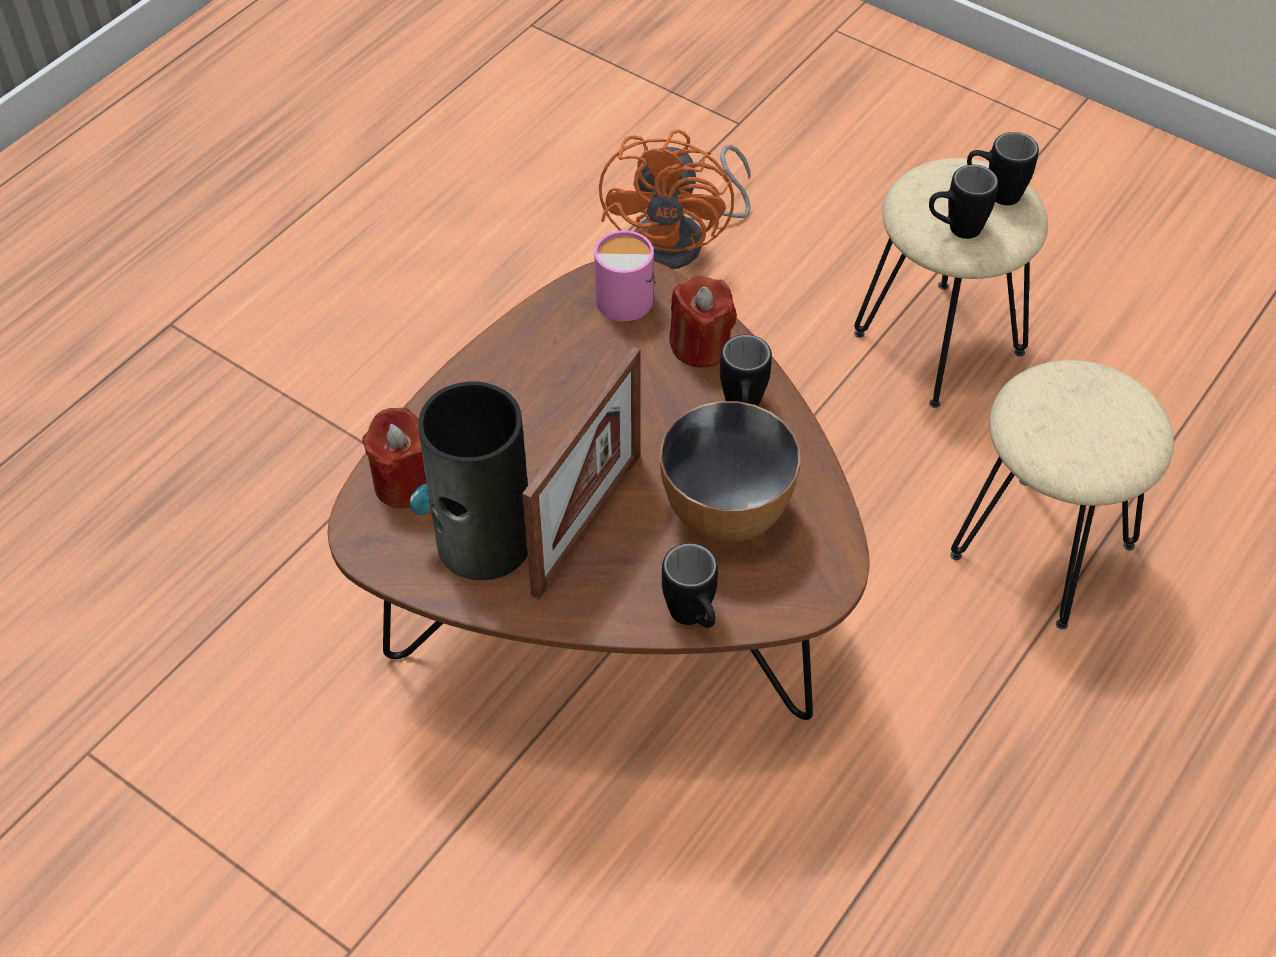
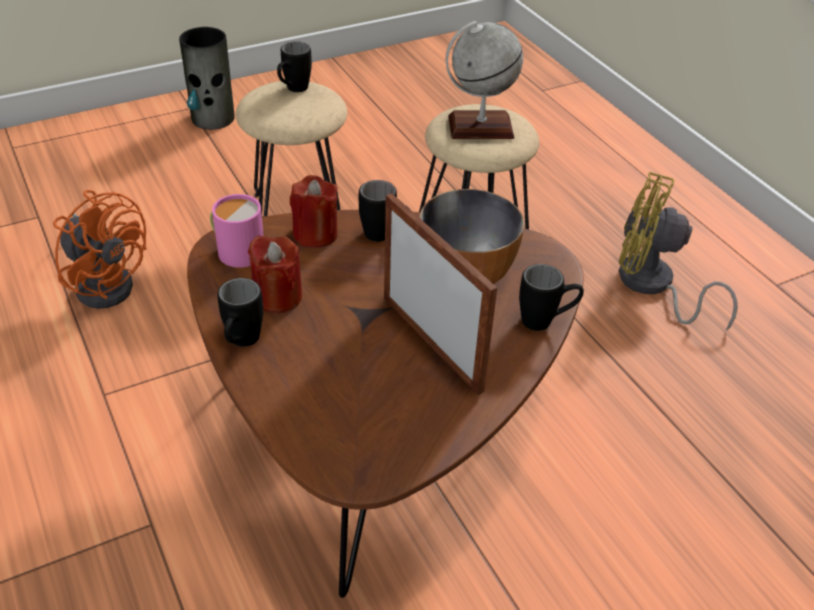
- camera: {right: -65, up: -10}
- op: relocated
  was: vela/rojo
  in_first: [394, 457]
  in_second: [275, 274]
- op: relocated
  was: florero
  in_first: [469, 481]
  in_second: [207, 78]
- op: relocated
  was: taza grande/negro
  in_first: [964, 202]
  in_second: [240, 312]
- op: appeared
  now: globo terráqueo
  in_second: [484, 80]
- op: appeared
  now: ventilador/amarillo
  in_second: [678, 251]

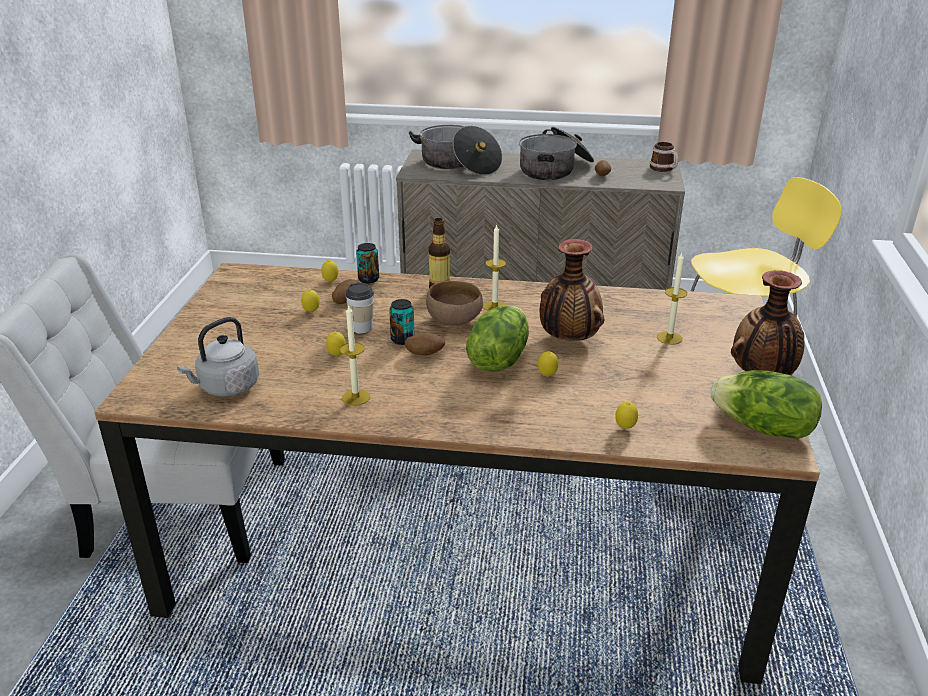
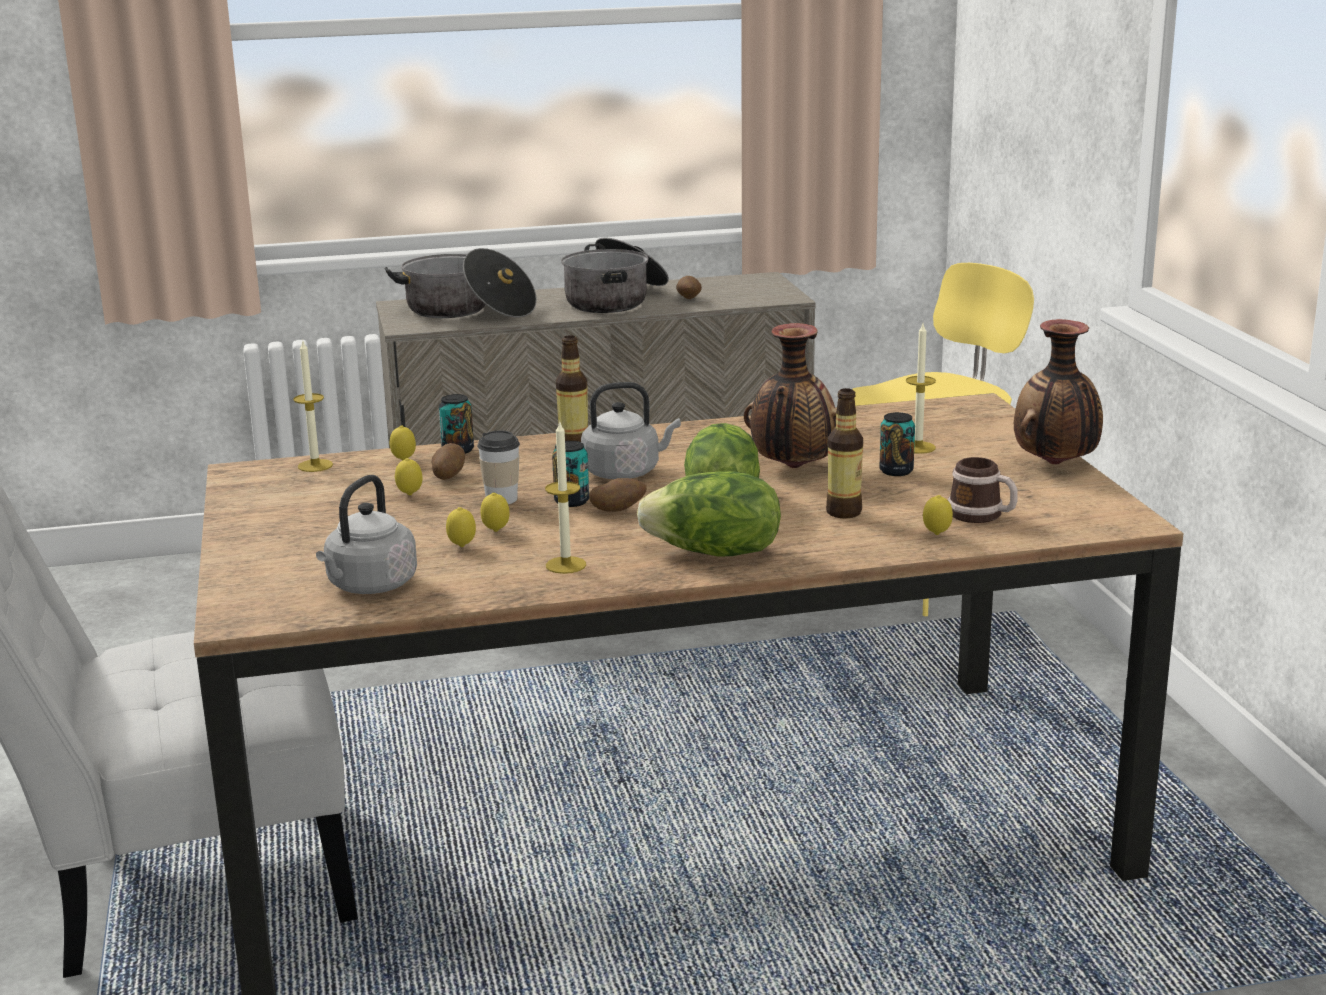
- camera: {right: -20, up: -10}
- op: exchanged
  was: cuenco/marrón
  now: hervidor/gris
  in_first: [454, 303]
  in_second: [631, 430]
- op: relocated
  was: vela
  in_first: [495, 267]
  in_second: [313, 406]
- op: relocated
  was: limón
  in_first: [548, 364]
  in_second: [461, 527]
- op: relocated
  was: taza grande
  in_first: [664, 157]
  in_second: [983, 490]
- op: relocated
  was: lechuga
  in_first: [766, 404]
  in_second: [709, 514]
- op: appeared
  now: botella
  in_second: [844, 453]
- op: appeared
  now: lata
  in_second: [897, 444]

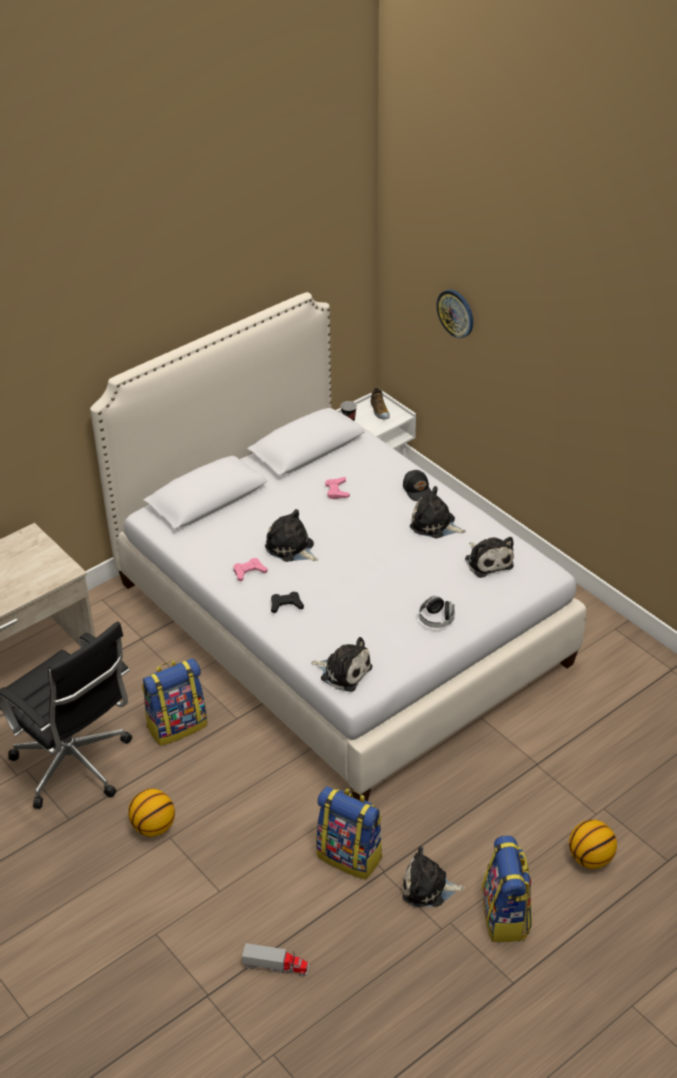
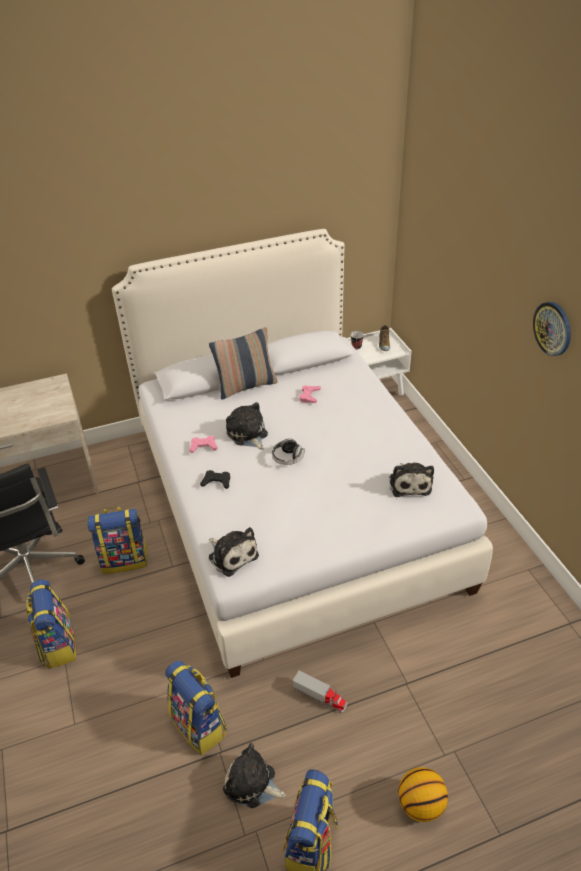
- camera: {right: 20, up: 0}
- op: exchanged
  was: balón de baloncesto
  now: mochila
  in_first: [151, 812]
  in_second: [51, 624]
- op: relocated
  was: camión de juguete
  in_first: [275, 959]
  in_second: [320, 691]
- op: missing
  was: gorra/negro
  in_first: [417, 485]
- op: missing
  was: peluche
  in_first: [438, 512]
- op: relocated
  was: auriculares
  in_first: [437, 612]
  in_second: [288, 451]
- op: relocated
  was: reloj de pared
  in_first: [454, 314]
  in_second: [552, 329]
- op: appeared
  now: cojín
  in_second: [243, 363]

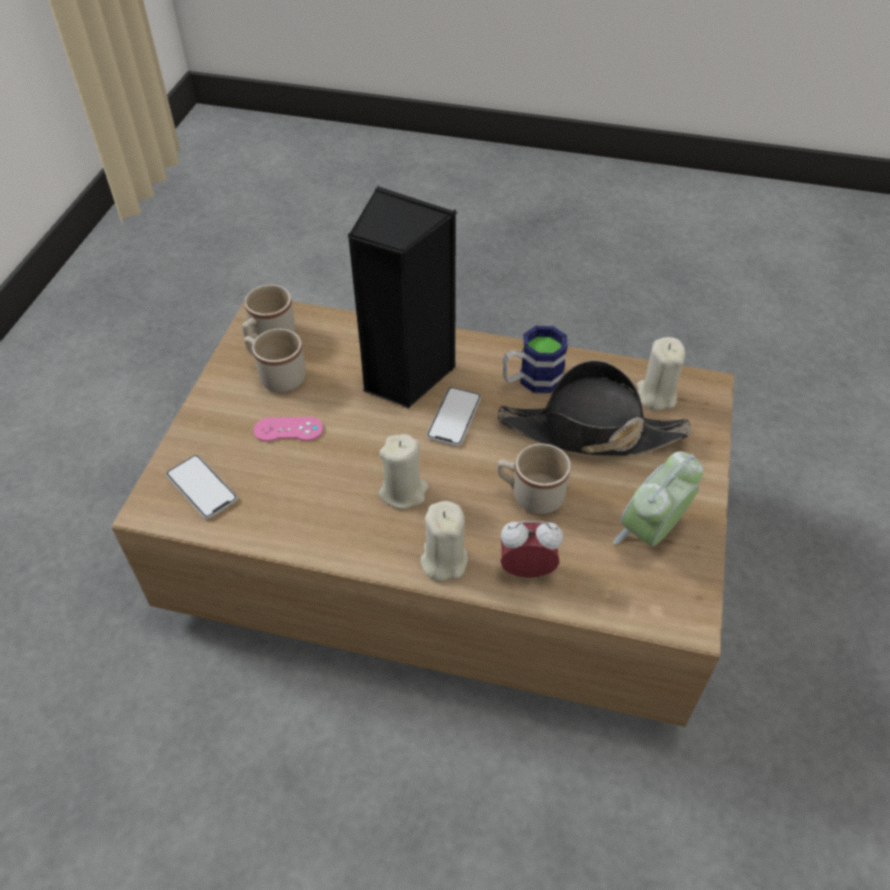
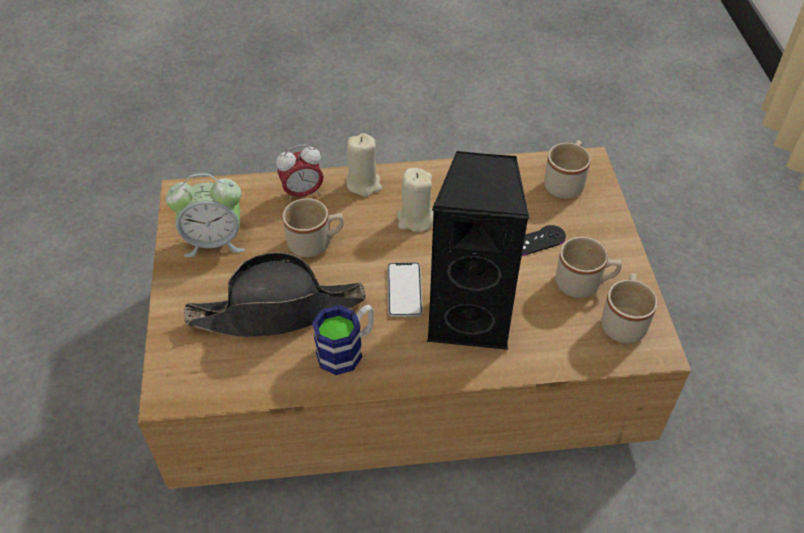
- camera: {right: 160, up: 0}
- op: exchanged
  was: móvil
  now: taza grande/beis
  in_first: [202, 487]
  in_second: [567, 169]
- op: colour
  was: mando de consola/rosa
  now: mando de consola/negro
  in_first: [288, 429]
  in_second: [544, 240]
- op: spun
  was: despertador
  in_first: [658, 498]
  in_second: [205, 215]
  clockwise: 60
- op: missing
  was: vela/beis
  in_first: [661, 374]

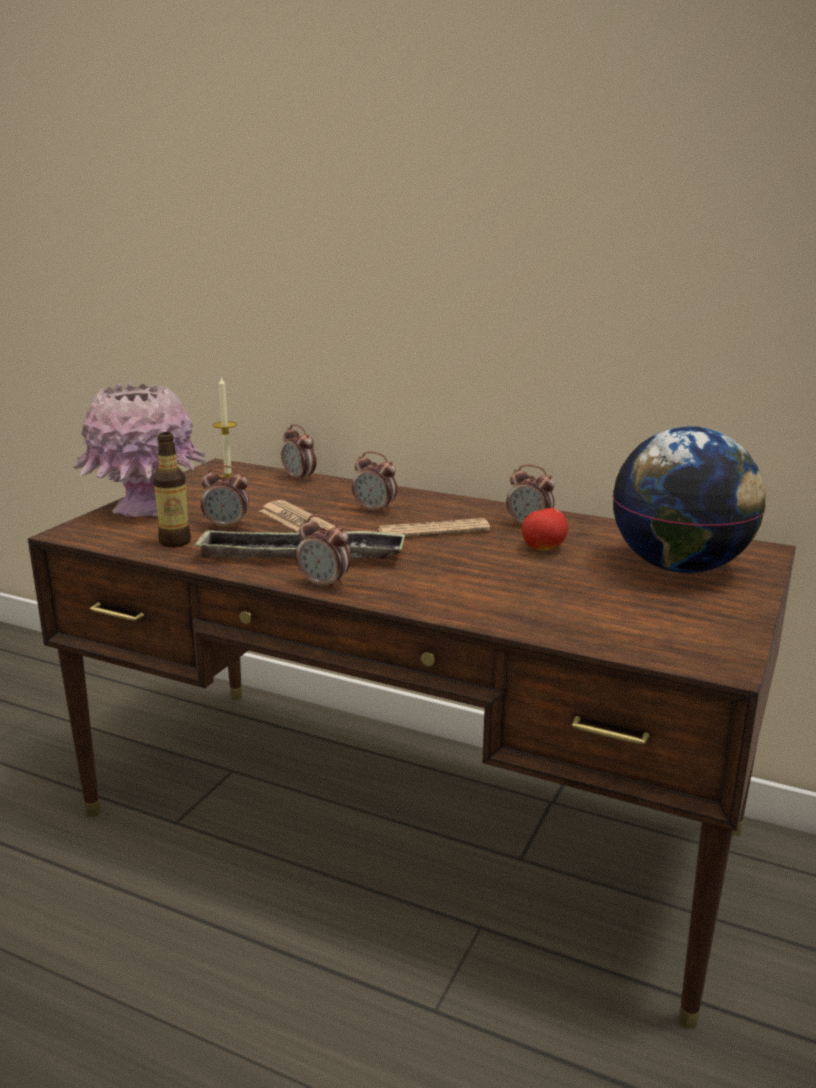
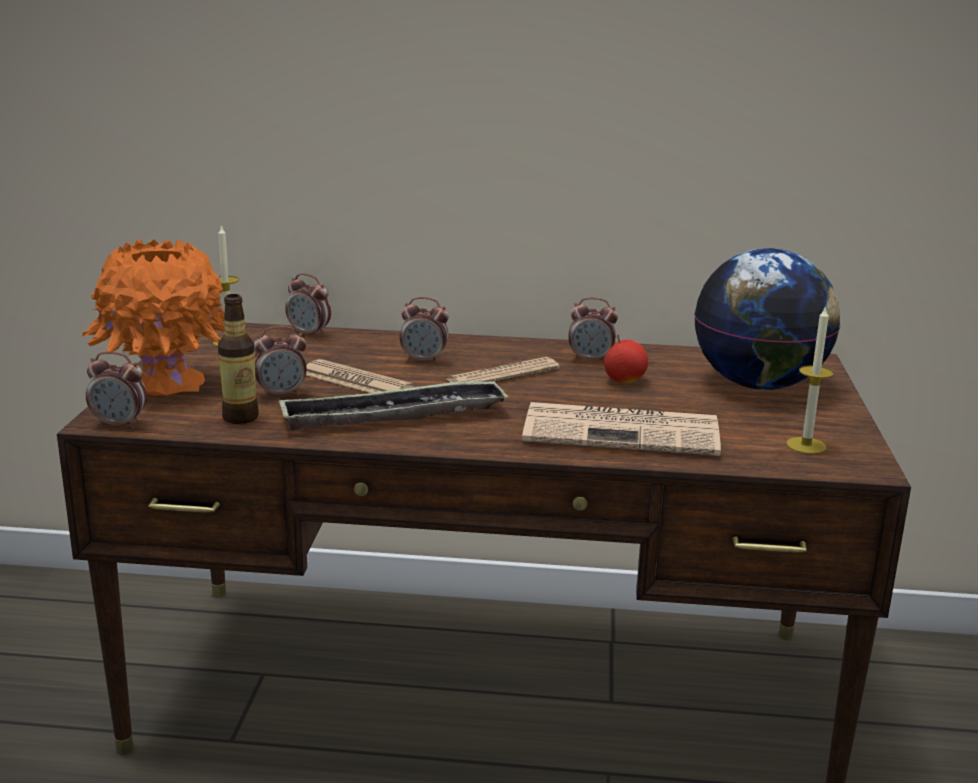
- camera: {right: -20, up: 0}
- op: colour
  was: florero/rosa
  now: florero/naranja
  in_first: [139, 449]
  in_second: [153, 317]
- op: relocated
  was: despertador
  in_first: [323, 553]
  in_second: [116, 390]
- op: appeared
  now: periódico
  in_second: [621, 429]
- op: appeared
  now: vela
  in_second: [810, 379]

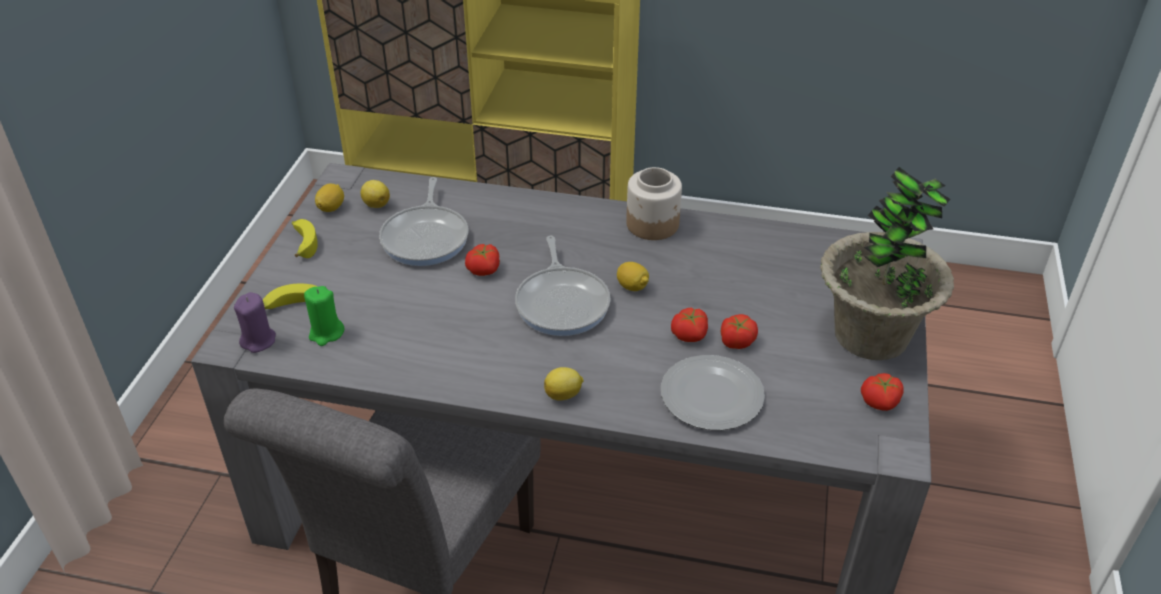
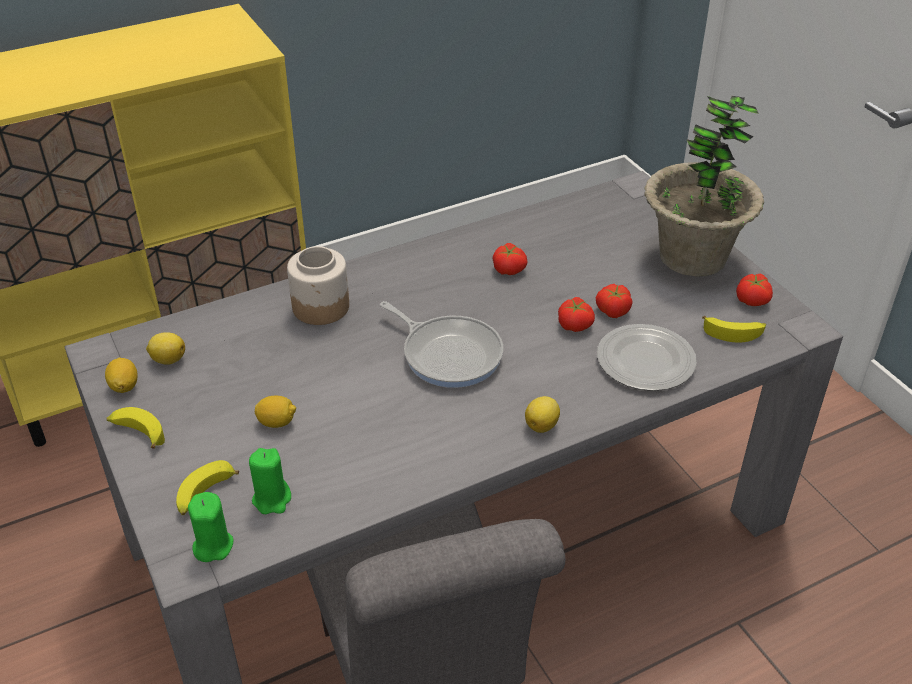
- camera: {right: -40, up: 0}
- op: colour
  was: vela/morado
  now: vela/verde
  in_first: [255, 322]
  in_second: [211, 527]
- op: missing
  was: sartén
  in_first: [423, 221]
- op: relocated
  was: tomate
  in_first: [482, 260]
  in_second: [510, 259]
- op: relocated
  was: limón
  in_first: [633, 276]
  in_second: [275, 412]
- op: relocated
  was: tarro
  in_first: [654, 203]
  in_second: [318, 285]
- op: appeared
  now: plátano
  in_second: [734, 329]

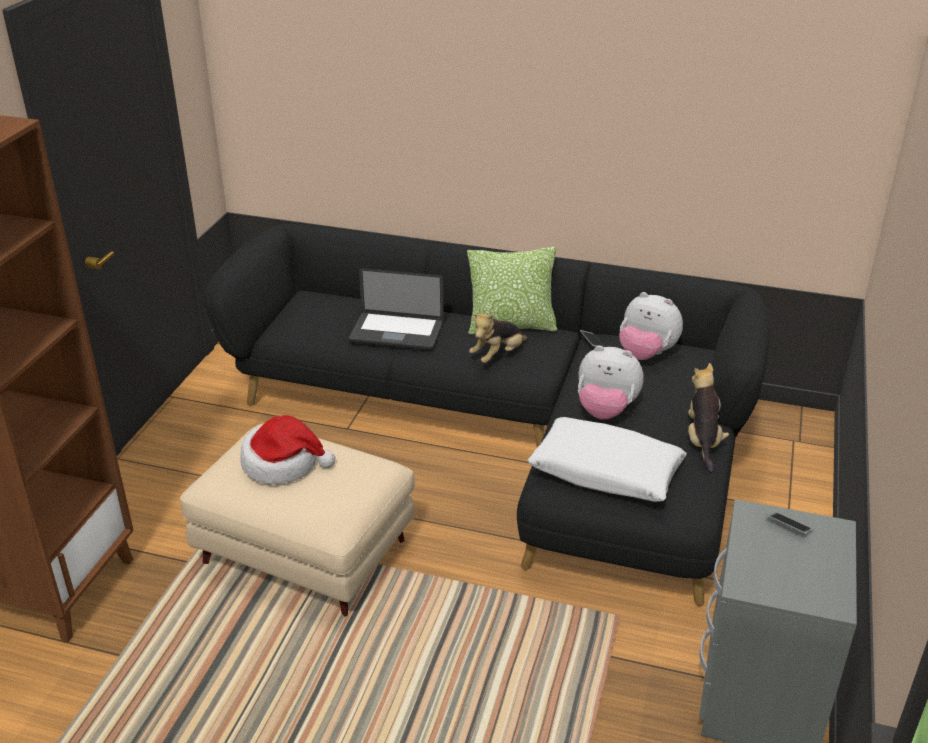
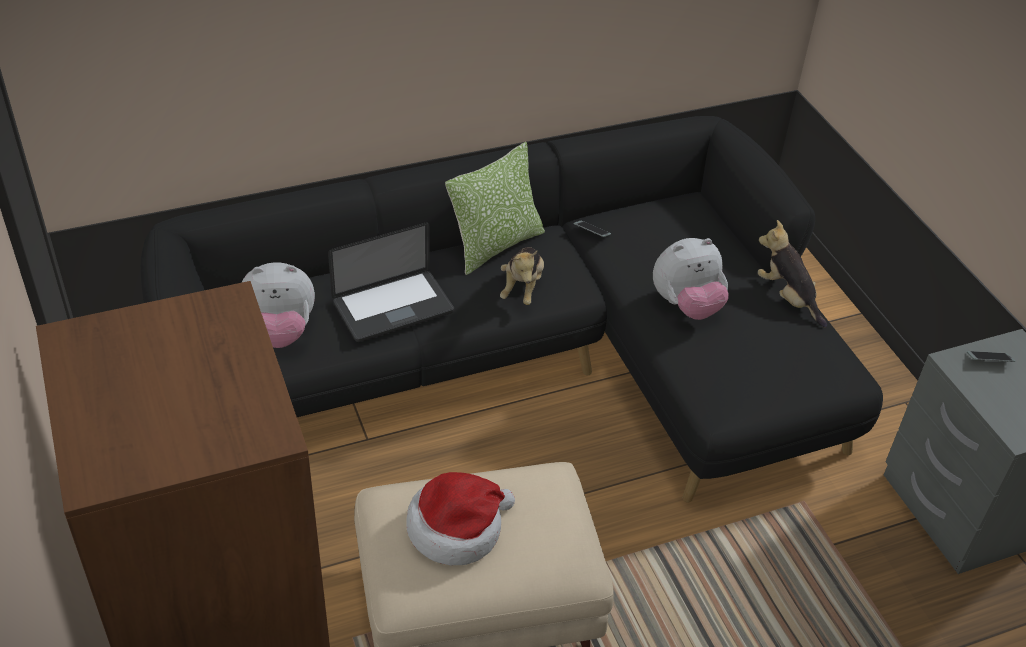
- camera: {right: -40, up: 10}
- op: missing
  was: cojín/blanco
  in_first: [607, 459]
- op: relocated
  was: peluche
  in_first: [651, 326]
  in_second: [278, 305]

